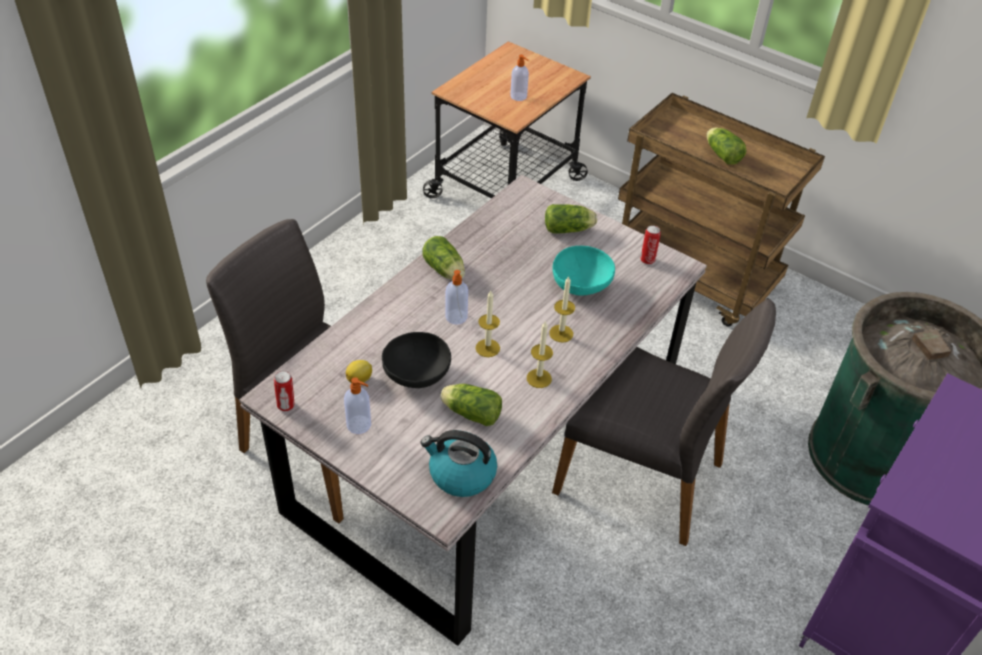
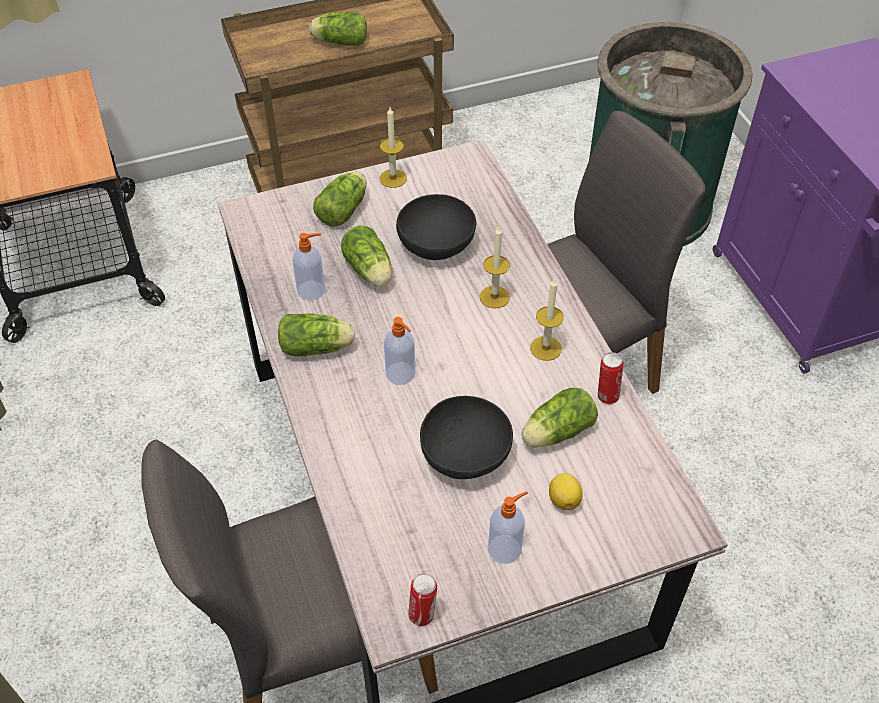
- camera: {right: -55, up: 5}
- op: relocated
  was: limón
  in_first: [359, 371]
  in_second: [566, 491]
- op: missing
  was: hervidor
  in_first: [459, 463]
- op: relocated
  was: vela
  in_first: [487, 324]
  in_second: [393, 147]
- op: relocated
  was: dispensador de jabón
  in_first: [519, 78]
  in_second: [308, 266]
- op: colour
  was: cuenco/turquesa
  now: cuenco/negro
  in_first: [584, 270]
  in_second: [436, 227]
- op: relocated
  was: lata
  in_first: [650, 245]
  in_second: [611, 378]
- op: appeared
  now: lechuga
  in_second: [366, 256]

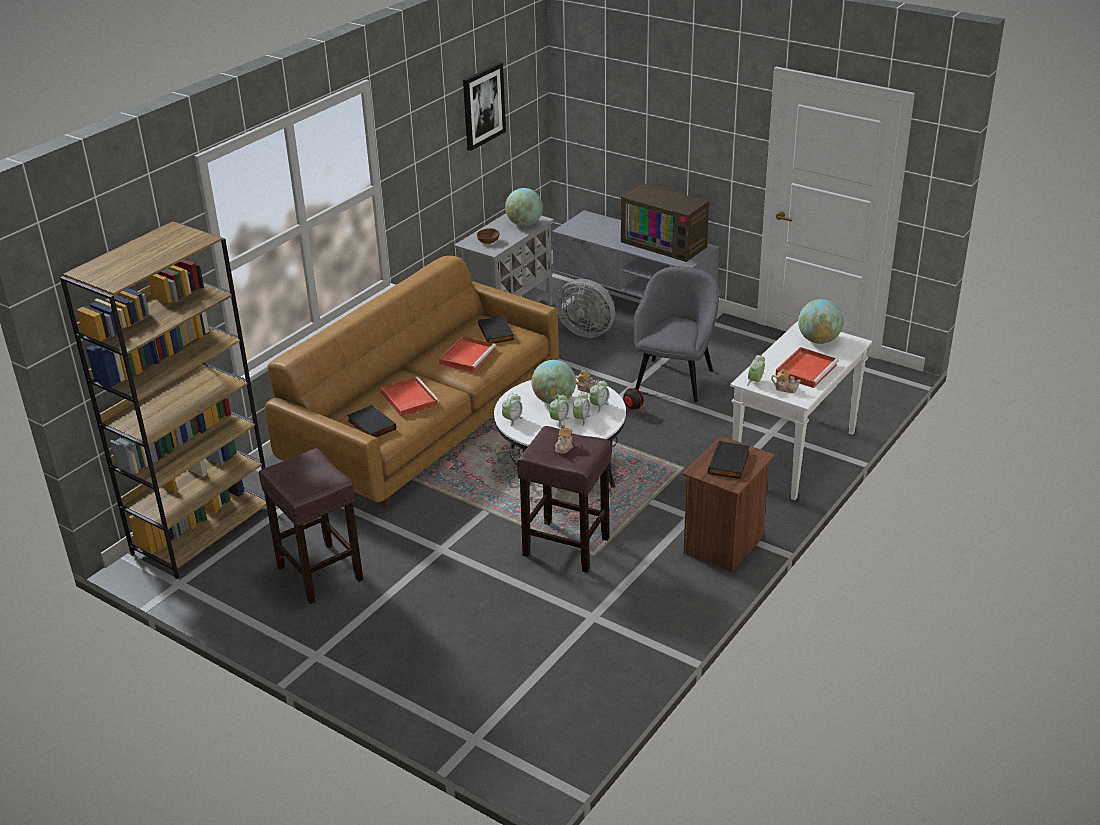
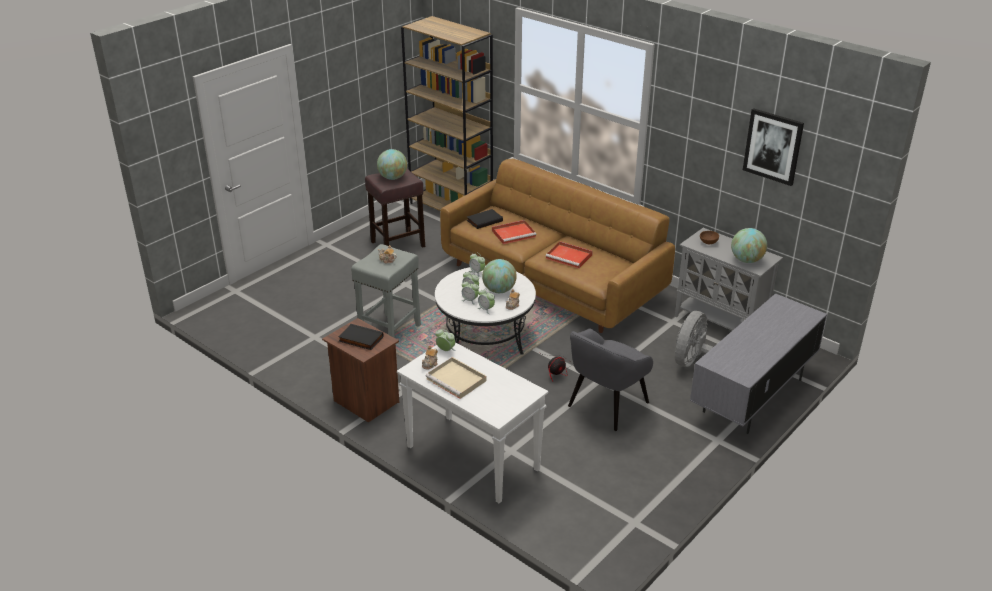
- camera: {right: 95, up: 0}
- op: missing
  was: libro/negro
  in_first: [496, 329]
- op: colour
  was: taburete/marrón
  now: taburete/gris
  in_first: [564, 499]
  in_second: [386, 291]
- op: missing
  was: televisor
  in_first: [665, 222]
- op: spun
  was: sillón/gris
  in_first: [676, 334]
  in_second: [610, 379]
  clockwise: 105
- op: colour
  was: bandeja/rojo
  now: bandeja/beis
  in_first: [807, 367]
  in_second: [456, 378]
- op: relocated
  was: globo terráqueo
  in_first: [821, 321]
  in_second: [392, 164]

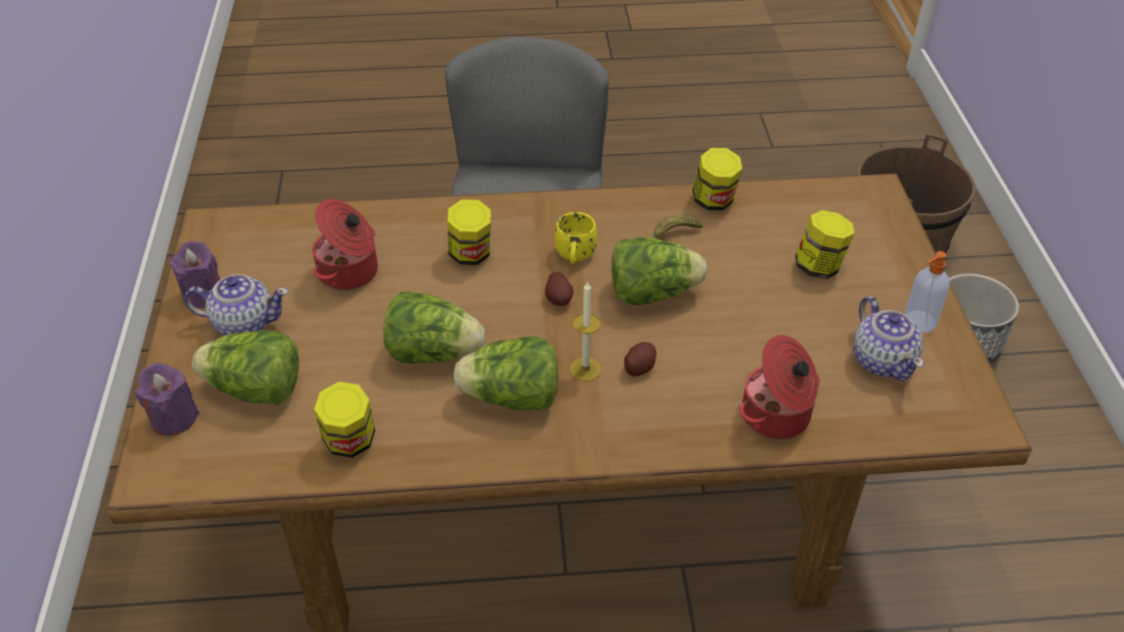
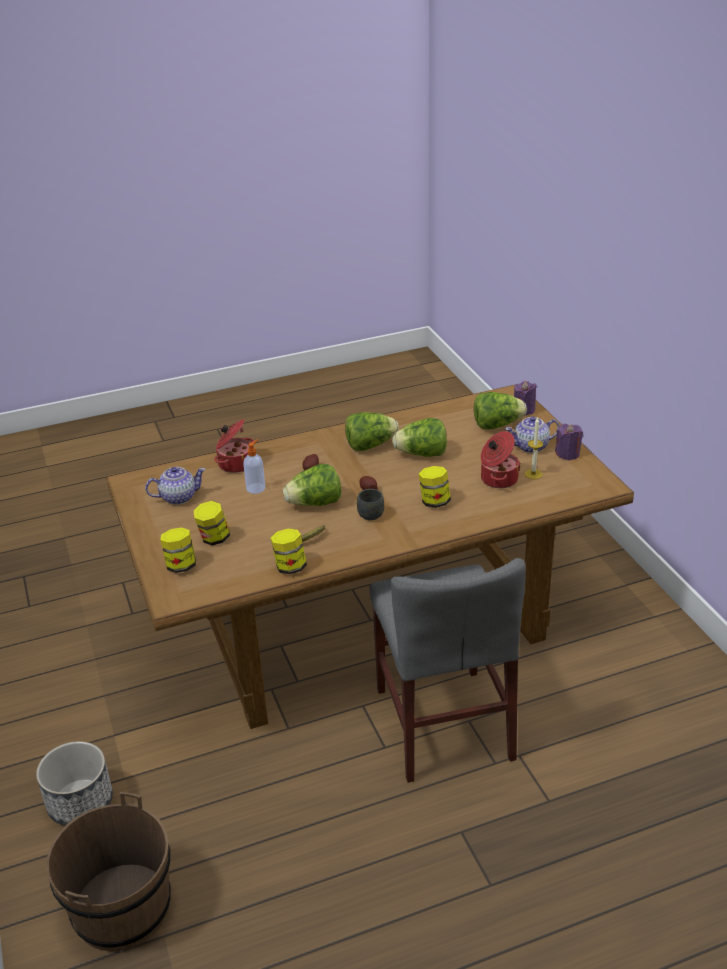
- camera: {right: 165, up: -10}
- op: relocated
  was: tarro
  in_first: [344, 419]
  in_second: [178, 550]
- op: colour
  was: taza grande/amarillo
  now: taza grande/gris
  in_first: [576, 238]
  in_second: [370, 505]
- op: relocated
  was: vela
  in_first: [585, 331]
  in_second: [534, 448]
- op: spun
  was: tetera
  in_first: [888, 338]
  in_second: [175, 486]
  clockwise: 105
- op: relocated
  was: dispensador de jabón
  in_first: [927, 292]
  in_second: [254, 466]

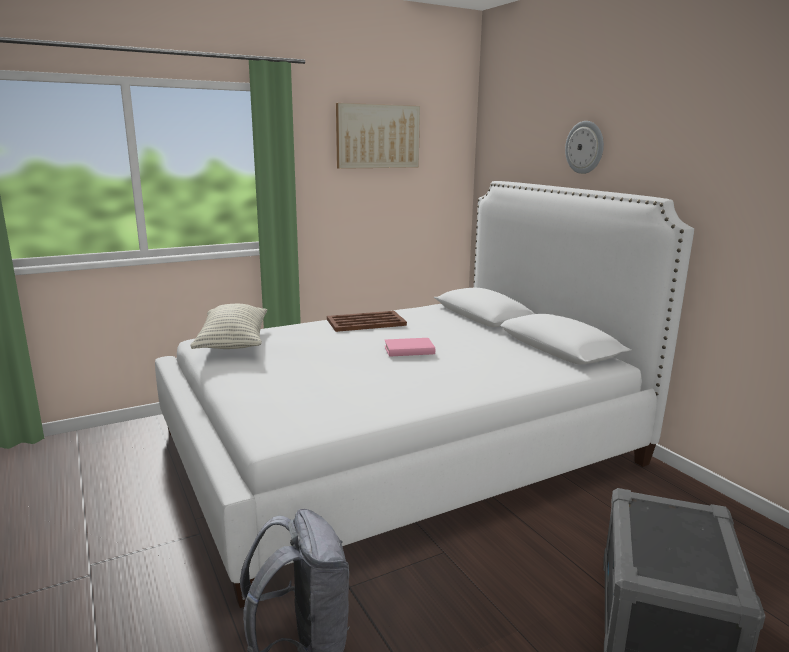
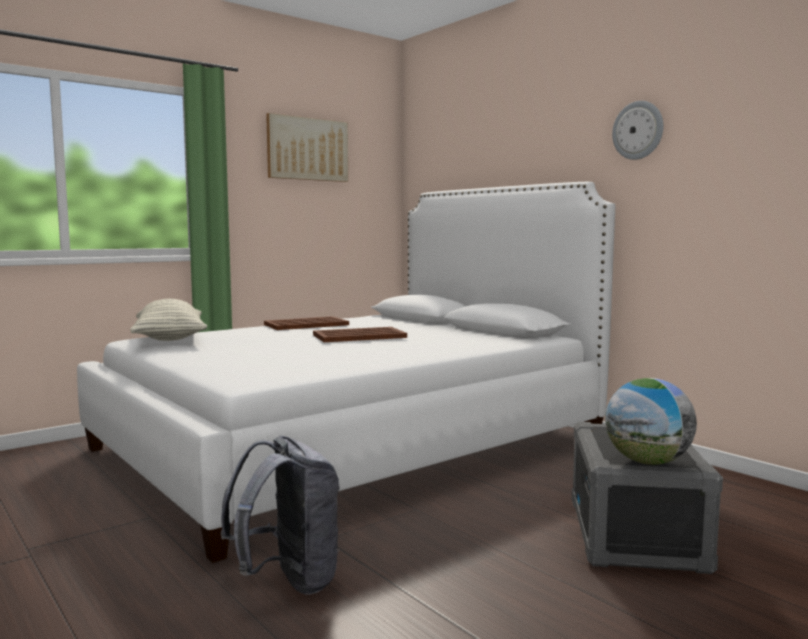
- camera: {right: -10, up: -10}
- op: exchanged
  was: libro/rosa
  now: bandeja/marrón
  in_first: [409, 347]
  in_second: [360, 334]
- op: relocated
  was: reloj de pared
  in_first: [584, 147]
  in_second: [637, 130]
- op: appeared
  now: globo terráqueo
  in_second: [651, 421]

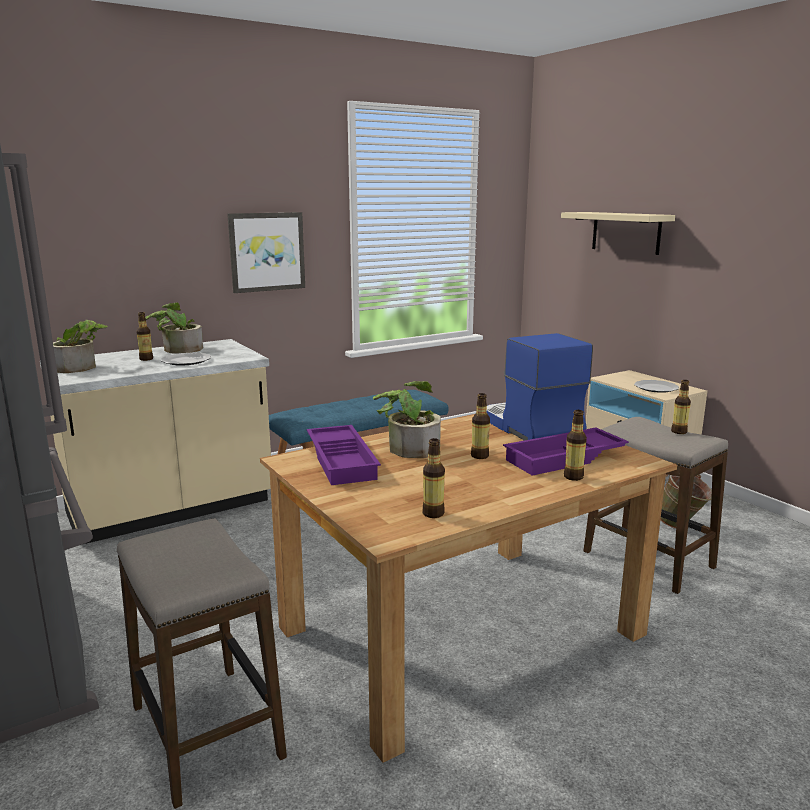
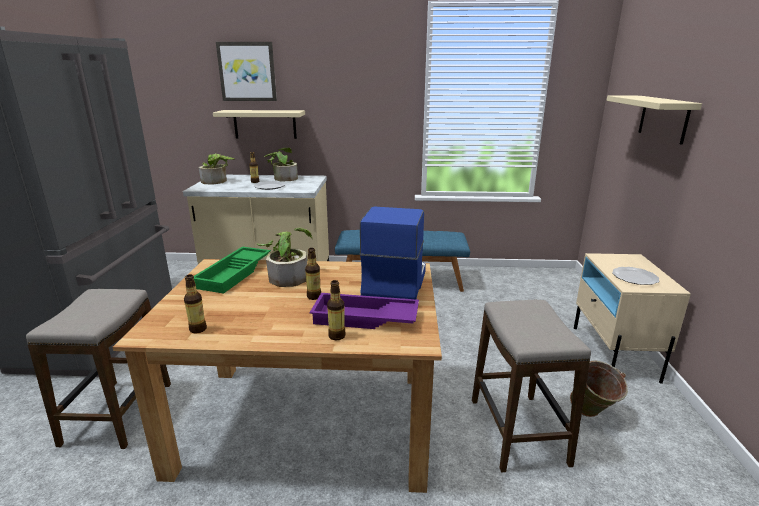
- camera: {right: 35, up: 5}
- op: relocated
  was: cuadro
  in_first: [266, 252]
  in_second: [246, 71]
- op: colour
  was: bandeja/morado
  now: bandeja/verde
  in_first: [344, 455]
  in_second: [232, 270]
- op: missing
  was: botella
  in_first: [681, 407]
- op: appeared
  now: estante/beis
  in_second: [259, 124]

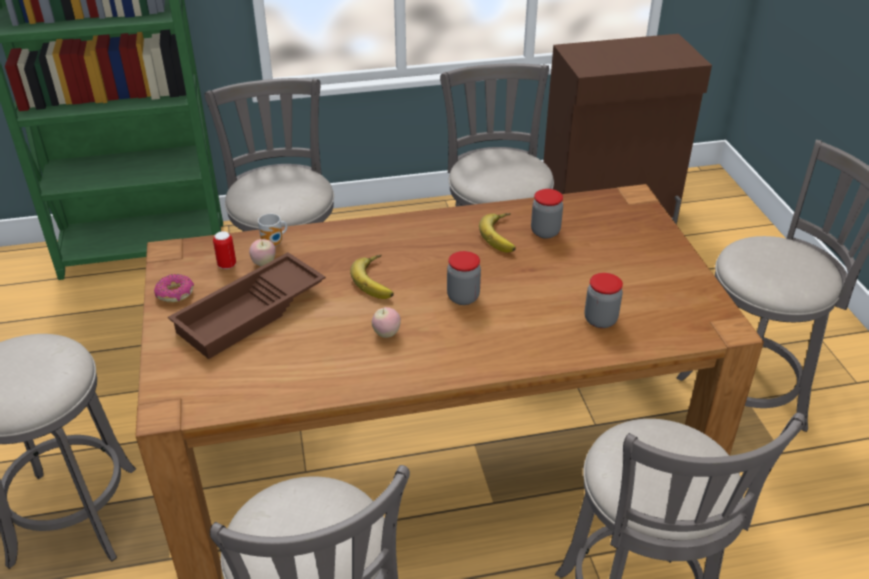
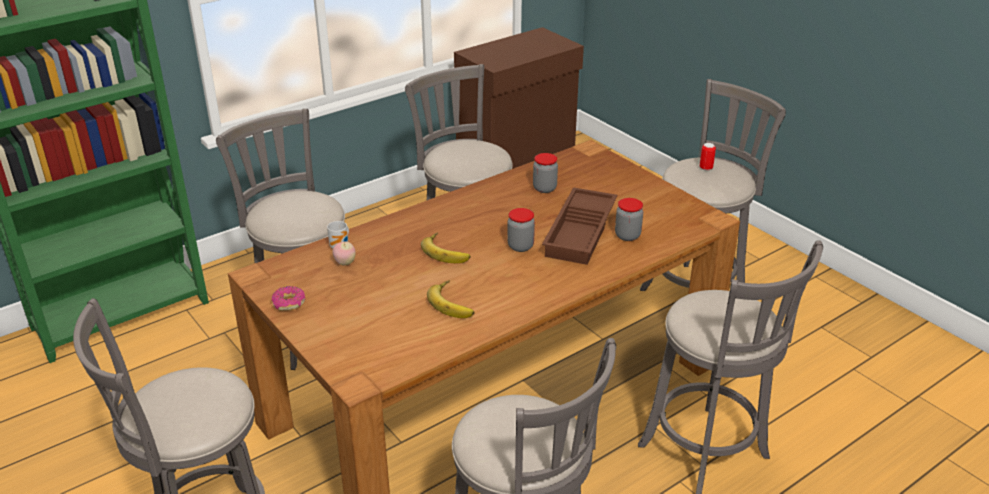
- camera: {right: -25, up: -5}
- op: relocated
  was: bandeja/marrón
  in_first: [247, 305]
  in_second: [579, 226]
- op: relocated
  was: lata
  in_first: [224, 250]
  in_second: [708, 157]
- op: missing
  was: manzana
  in_first: [386, 322]
- op: relocated
  was: plátano
  in_first: [497, 233]
  in_second: [450, 299]

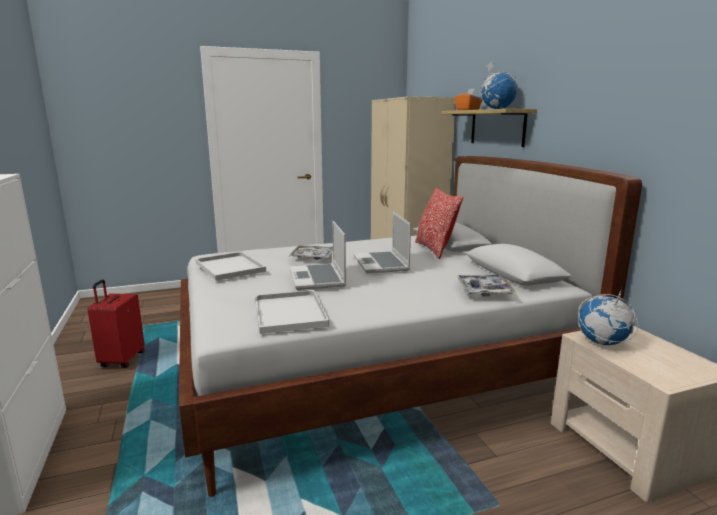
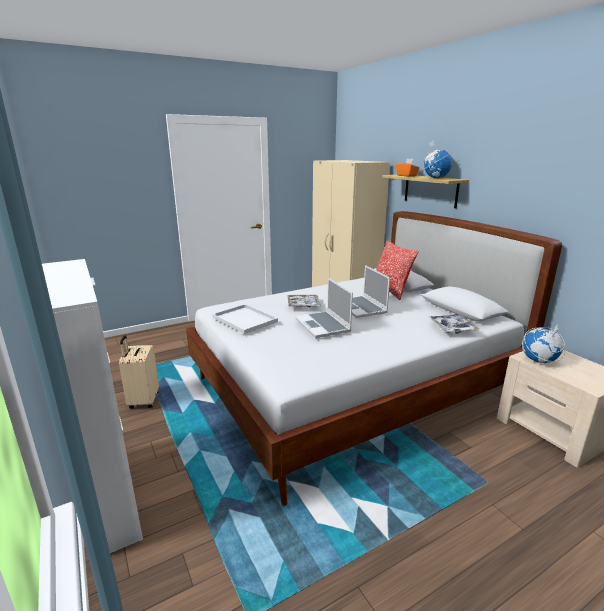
- camera: {right: -10, up: 5}
- op: colour
  was: maleta/rojo
  now: maleta/beis
  in_first: [116, 324]
  in_second: [139, 372]
- op: missing
  was: bandeja/blanco
  in_first: [292, 312]

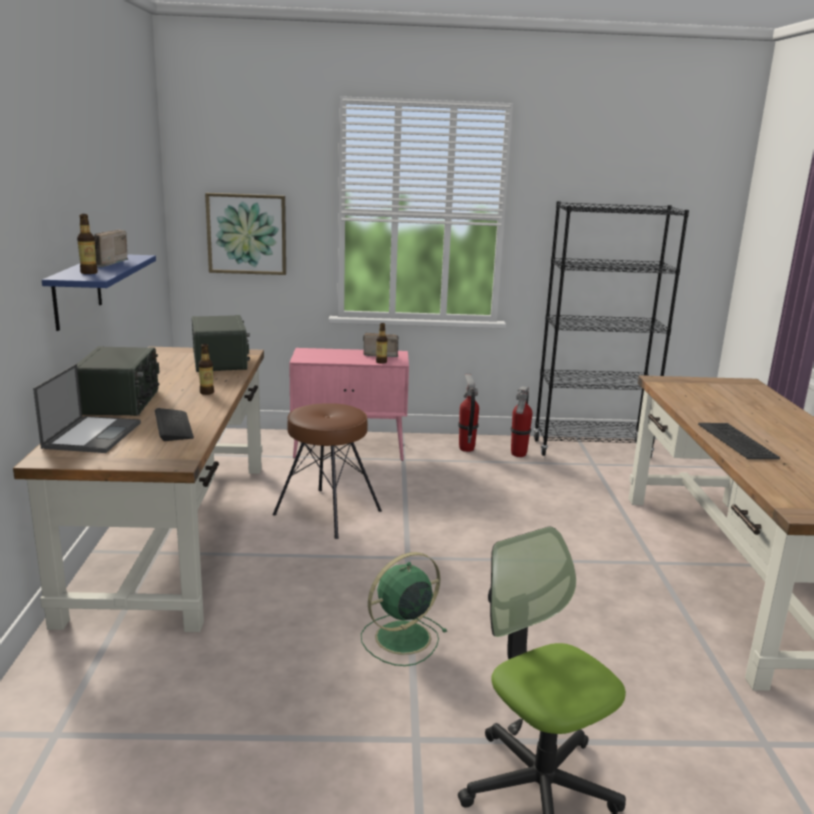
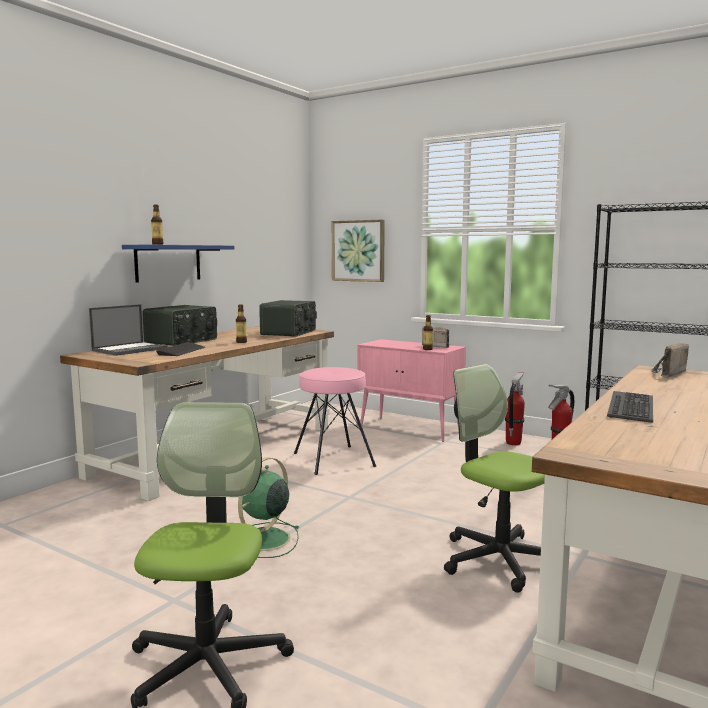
- camera: {right: 35, up: -10}
- op: relocated
  was: radio
  in_first: [111, 248]
  in_second: [670, 360]
- op: colour
  was: taburete/marrón
  now: taburete/rosa
  in_first: [327, 471]
  in_second: [335, 421]
- op: spun
  was: ventilador/verde
  in_first: [404, 609]
  in_second: [268, 507]
  clockwise: -60
- op: appeared
  now: silla de oficina
  in_second: [494, 478]

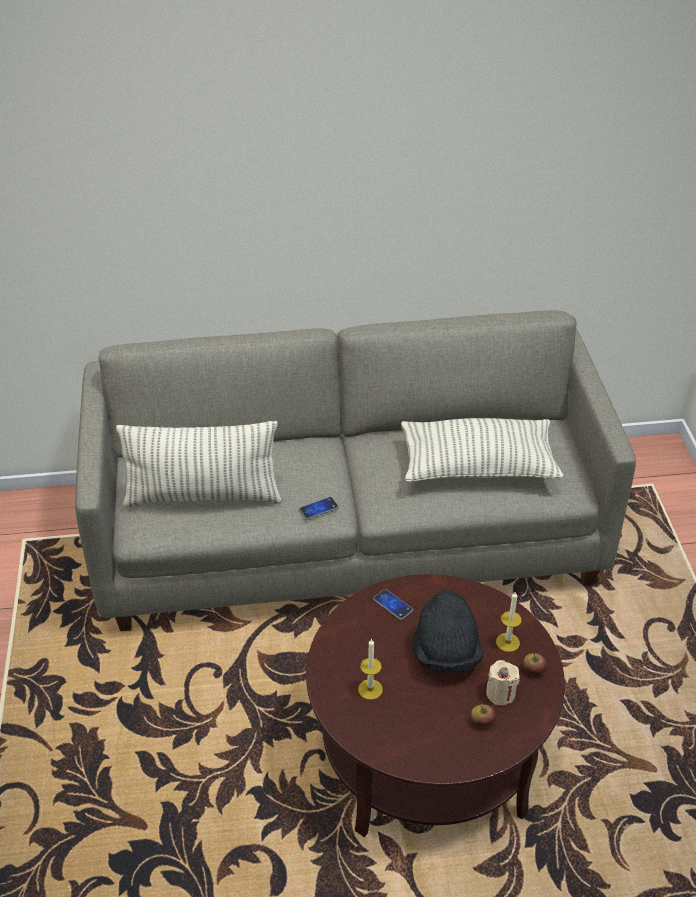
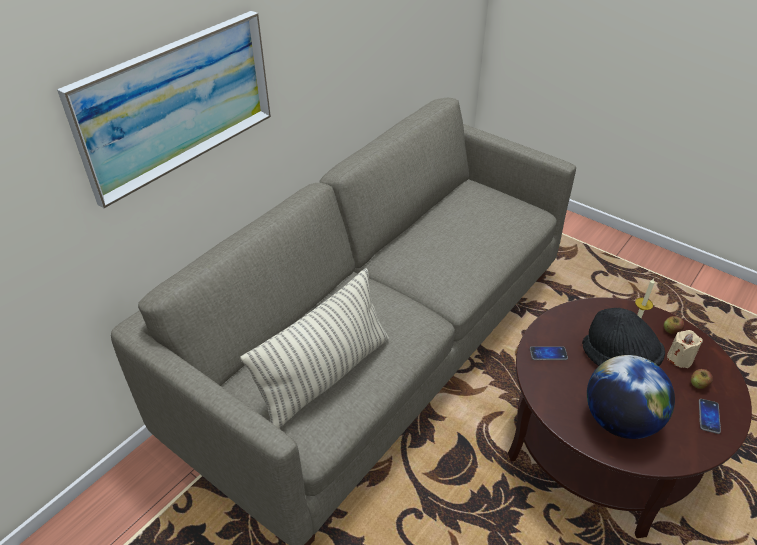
- camera: {right: -45, up: 0}
- op: relocated
  was: móvil
  in_first: [319, 508]
  in_second: [710, 416]
- op: exchanged
  was: vela
  now: globo terráqueo
  in_first: [370, 669]
  in_second: [631, 397]
- op: missing
  was: cojín
  in_first: [482, 450]
- op: appeared
  now: cuadro
  in_second: [164, 109]

